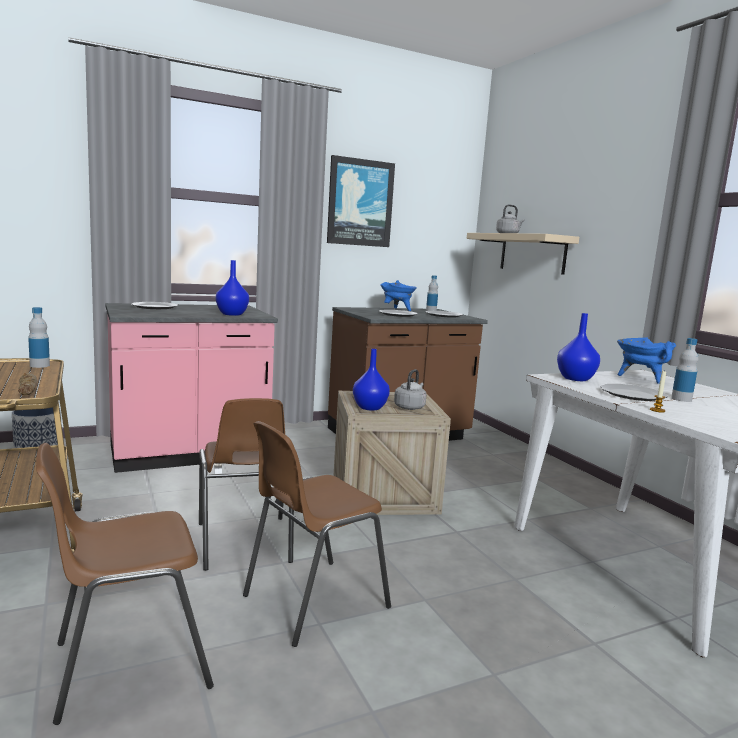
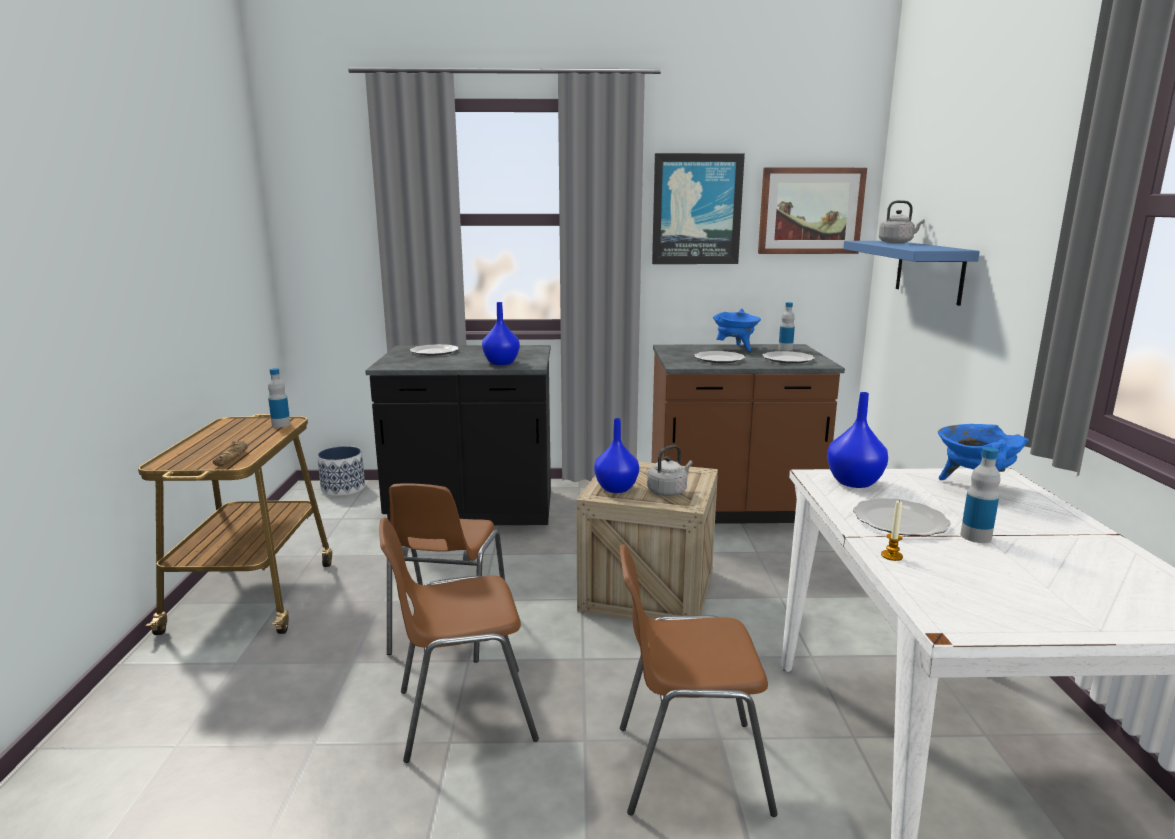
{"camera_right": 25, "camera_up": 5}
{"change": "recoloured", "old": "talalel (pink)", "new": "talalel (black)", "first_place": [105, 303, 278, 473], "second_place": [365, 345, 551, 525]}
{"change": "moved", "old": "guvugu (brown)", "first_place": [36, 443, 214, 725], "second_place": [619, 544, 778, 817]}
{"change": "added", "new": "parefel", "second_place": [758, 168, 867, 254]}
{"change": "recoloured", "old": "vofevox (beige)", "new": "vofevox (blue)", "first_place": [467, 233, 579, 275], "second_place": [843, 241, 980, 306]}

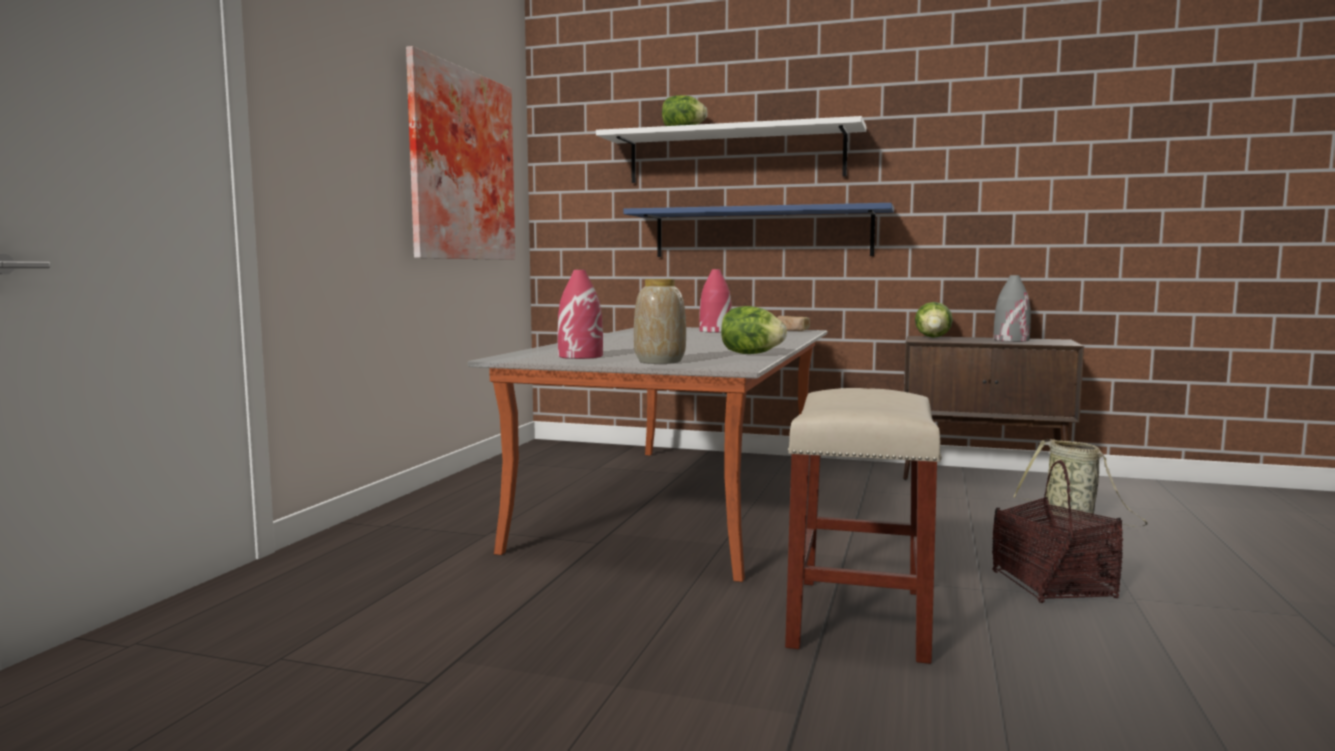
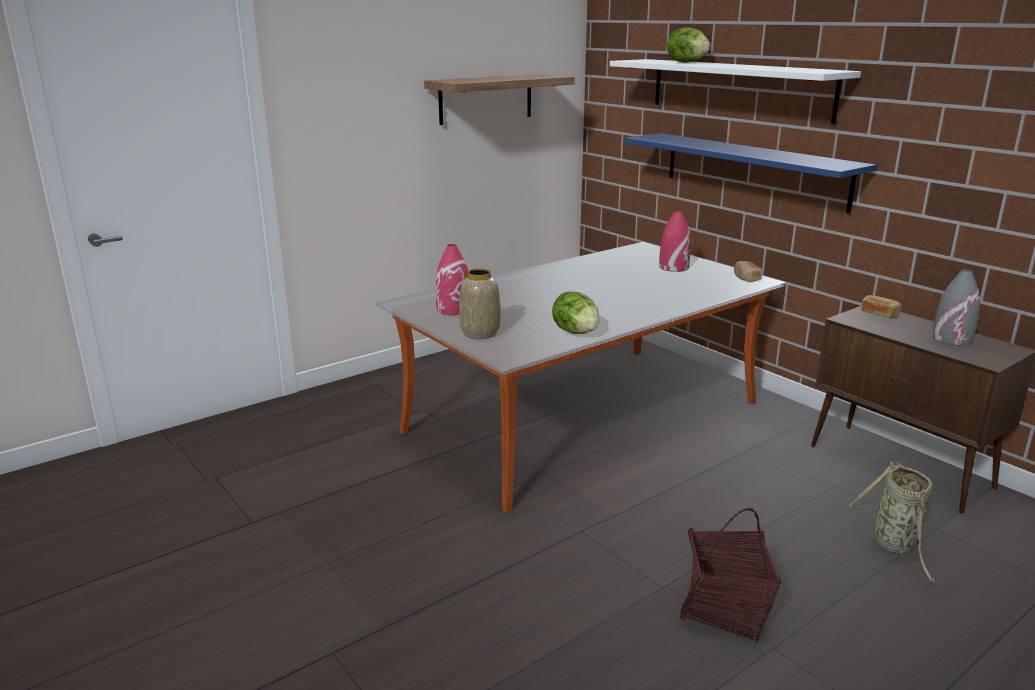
{"camera_right": 35, "camera_up": 15}
{"change": "replaced", "old": "parefel", "new": "vofevox", "first_place": [406, 46, 515, 260], "second_place": [424, 74, 575, 125]}
{"change": "replaced", "old": "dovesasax", "new": "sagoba", "first_place": [915, 302, 953, 338], "second_place": [861, 295, 902, 318]}
{"change": "removed", "old": "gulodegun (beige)", "first_place": [785, 388, 942, 664]}

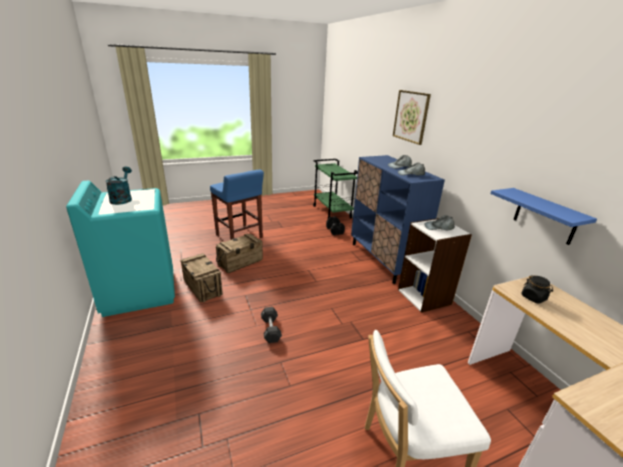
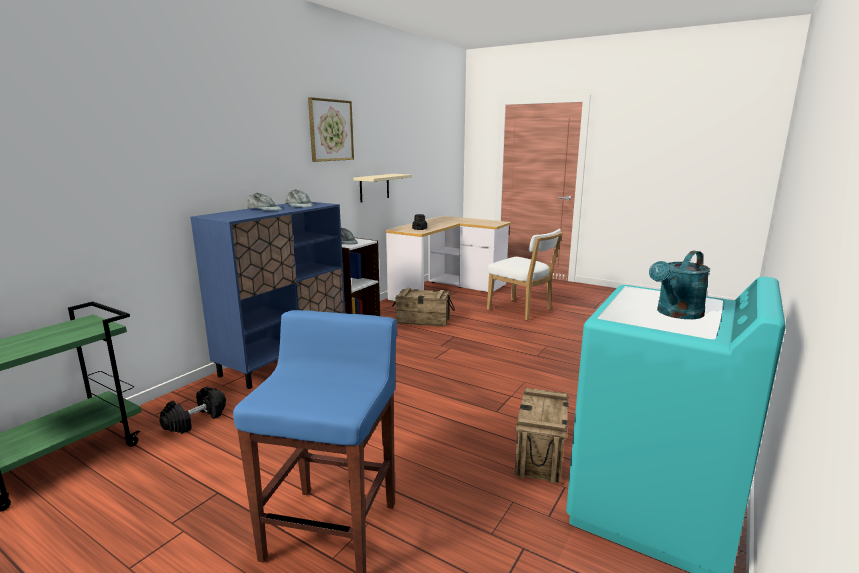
{"camera_right": -125, "camera_up": -10}
{"change": "moved", "old": "parefel", "first_place": [393, 90, 431, 145], "second_place": [308, 97, 354, 162]}
{"change": "recoloured", "old": "vofevox (blue)", "new": "vofevox (beige)", "first_place": [490, 188, 597, 245], "second_place": [353, 174, 412, 202]}
{"change": "moved", "old": "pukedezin", "first_place": [216, 234, 263, 273], "second_place": [392, 288, 455, 327]}
{"change": "removed", "old": "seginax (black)", "first_place": [261, 307, 282, 343]}

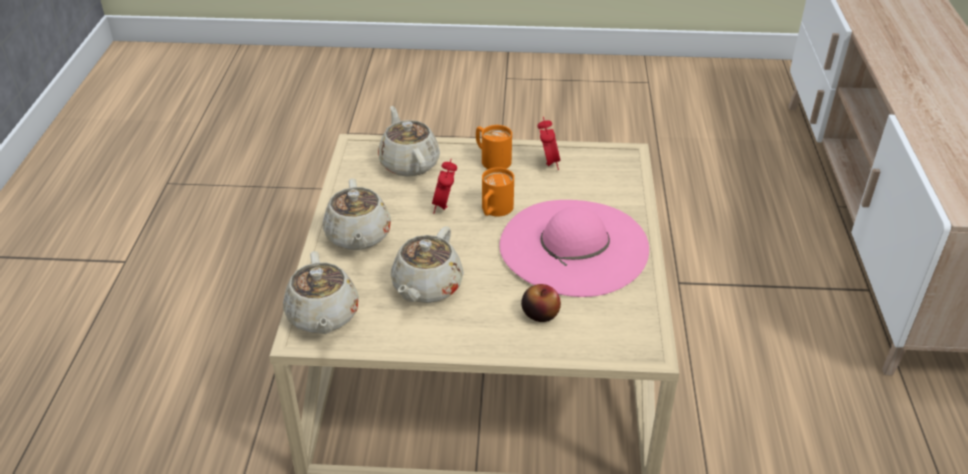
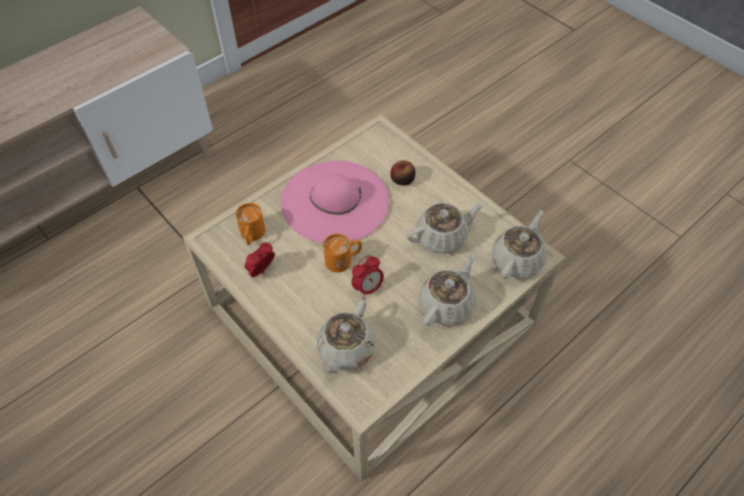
{"camera_right": -135, "camera_up": 15}
{"change": "moved", "old": "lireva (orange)", "first_place": [476, 125, 512, 169], "second_place": [236, 203, 265, 245]}

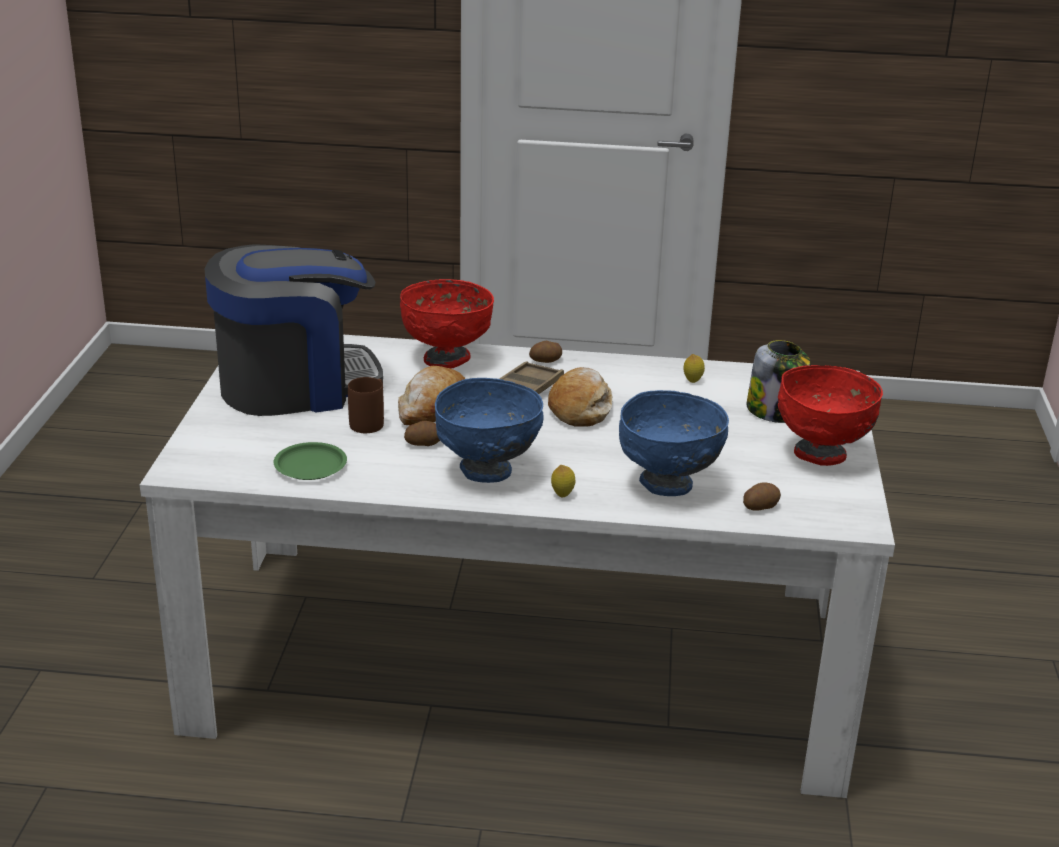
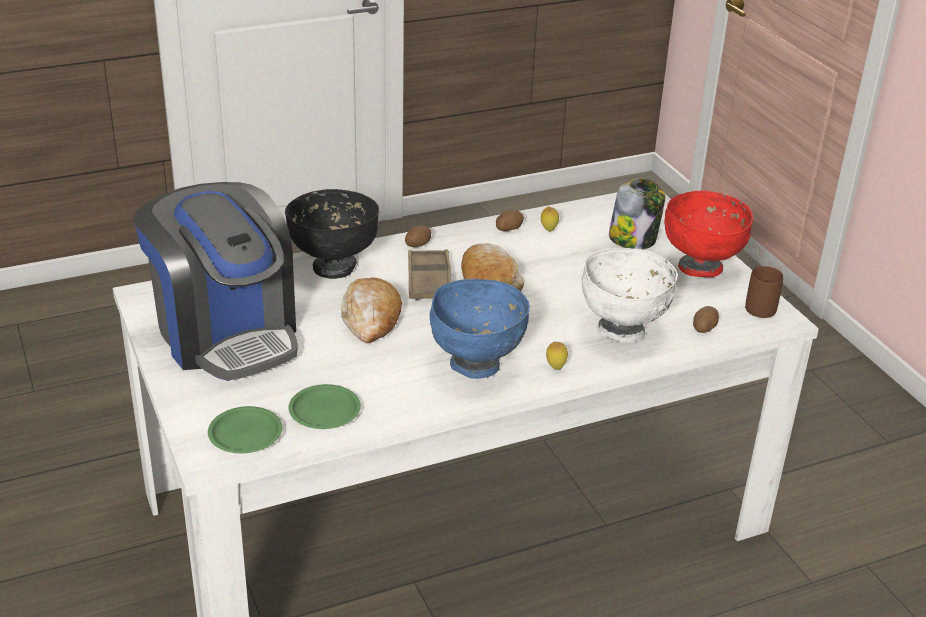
{"camera_right": -30, "camera_up": 5}
{"change": "turned", "old": "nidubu", "first_place": [204, 244, 383, 416], "second_place": [134, 182, 298, 381], "degrees": 105}
{"change": "added", "new": "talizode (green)", "second_place": [208, 406, 283, 454]}
{"change": "recoloured", "old": "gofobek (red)", "new": "gofobek (black)", "first_place": [400, 279, 494, 369], "second_place": [285, 189, 379, 279]}
{"change": "moved", "old": "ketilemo", "first_place": [404, 421, 440, 446], "second_place": [496, 209, 524, 231]}
{"change": "recoloured", "old": "gofobek (blue)", "new": "gofobek (white)", "first_place": [619, 390, 729, 496], "second_place": [581, 248, 677, 343]}
{"change": "moved", "old": "lireva (brown)", "first_place": [348, 377, 384, 433], "second_place": [745, 265, 784, 318]}

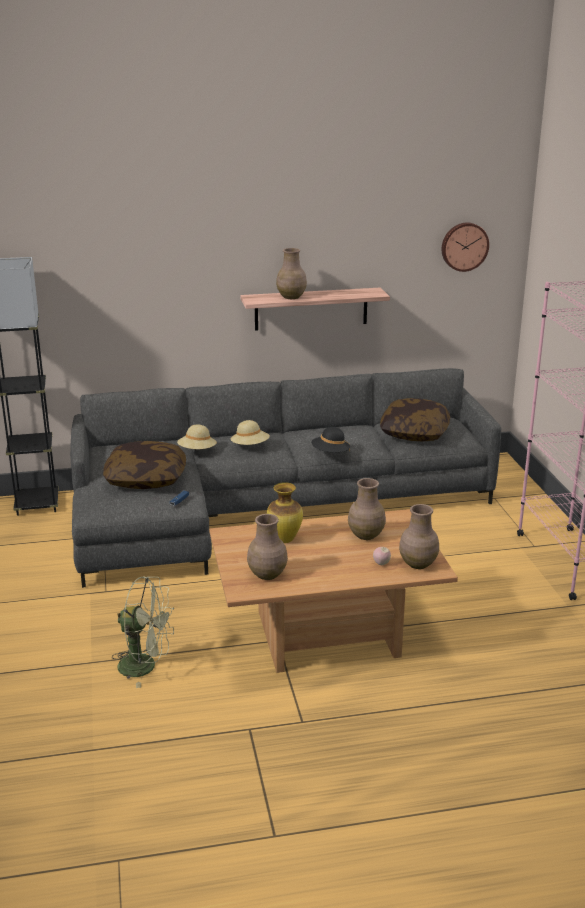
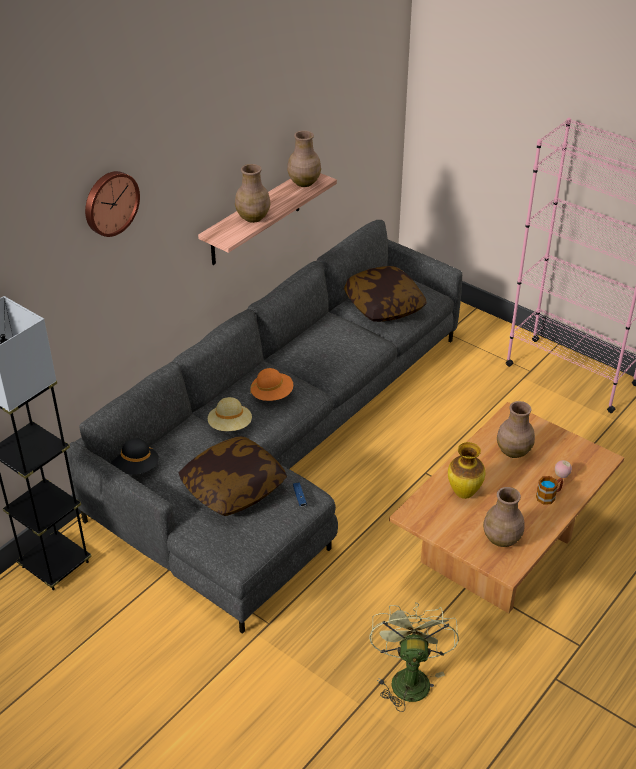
{"camera_right": -40, "camera_up": 15}
{"change": "moved", "old": "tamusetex", "first_place": [442, 223, 489, 272], "second_place": [85, 171, 140, 237]}
{"change": "moved", "old": "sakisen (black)", "first_place": [311, 427, 350, 452], "second_place": [111, 438, 159, 475]}
{"change": "recoloured", "old": "sakisen (beige)", "new": "sakisen (orange)", "first_place": [231, 420, 270, 445], "second_place": [250, 368, 293, 401]}
{"change": "moved", "old": "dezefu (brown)", "first_place": [399, 504, 439, 569], "second_place": [287, 131, 321, 187]}
{"change": "turned", "old": "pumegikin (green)", "first_place": [112, 576, 174, 688], "second_place": [369, 602, 459, 712], "degrees": -60}
{"change": "added", "new": "lireva", "second_place": [536, 476, 564, 505]}

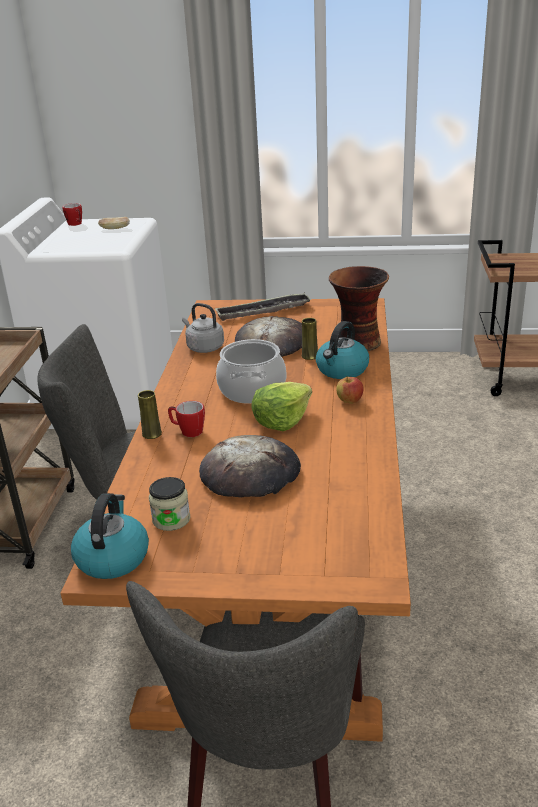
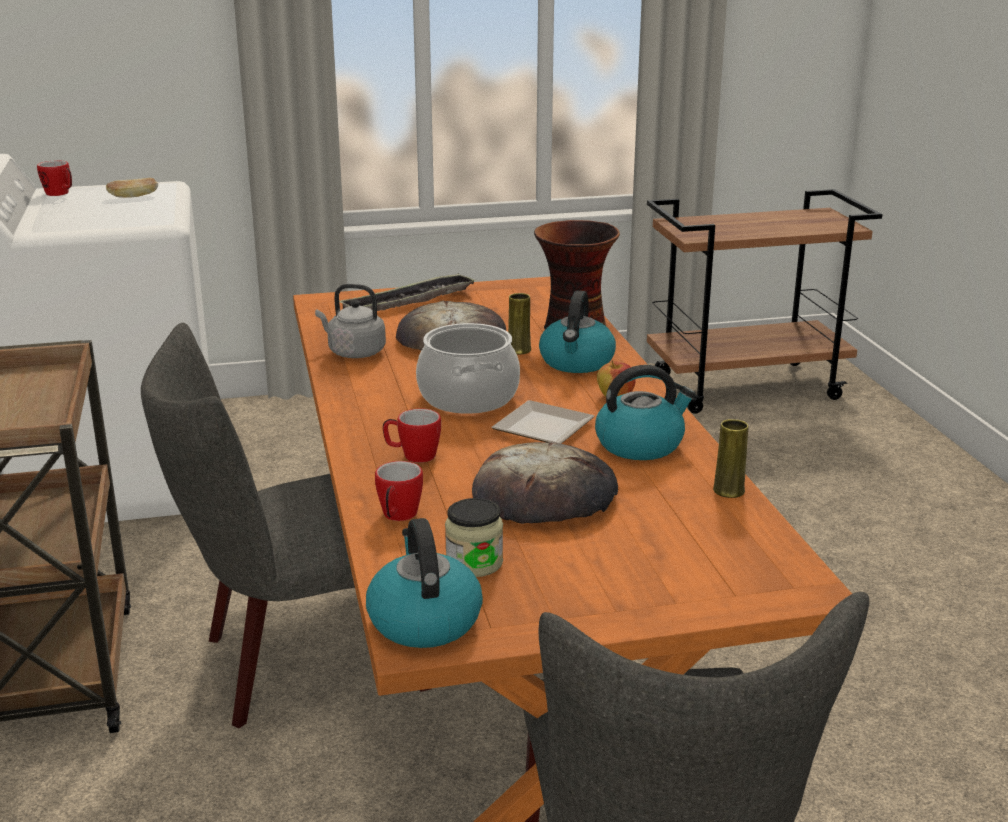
{"camera_right": -20, "camera_up": -5}
{"change": "added", "new": "lireva", "second_place": [375, 461, 423, 521]}
{"change": "replaced", "old": "dovesasax", "new": "talizode", "first_place": [251, 382, 312, 431], "second_place": [491, 400, 594, 444]}
{"change": "added", "new": "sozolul", "second_place": [595, 365, 696, 460]}
{"change": "moved", "old": "dezefu (yellow)", "first_place": [138, 390, 162, 439], "second_place": [713, 419, 749, 498]}

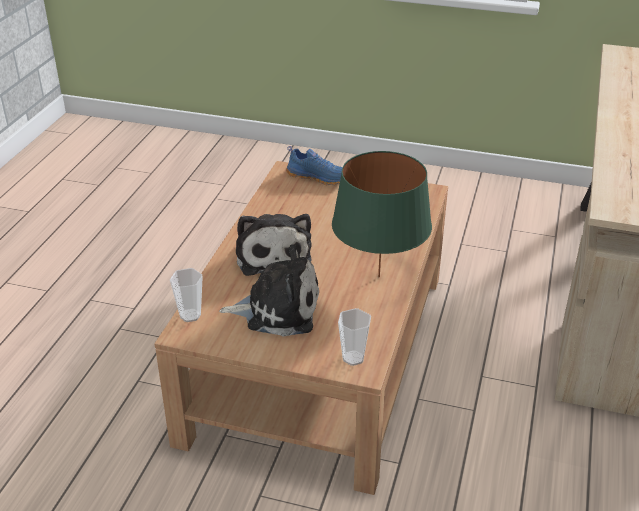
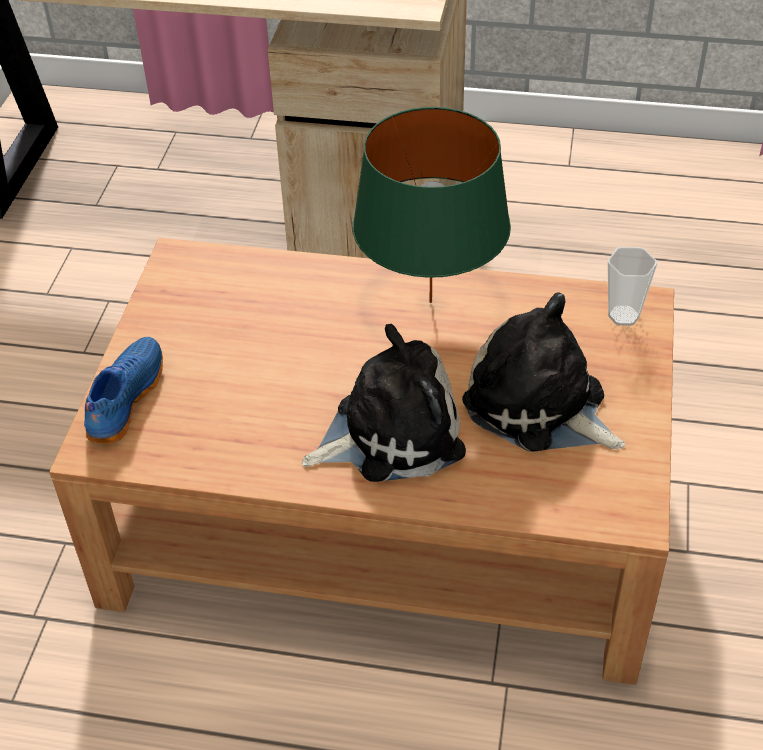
{"camera_right": -95, "camera_up": 10}
{"change": "turned", "old": "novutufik", "first_place": [219, 244, 319, 336], "second_place": [462, 292, 625, 452], "degrees": -45}
{"change": "removed", "old": "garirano", "first_place": [170, 268, 203, 322]}

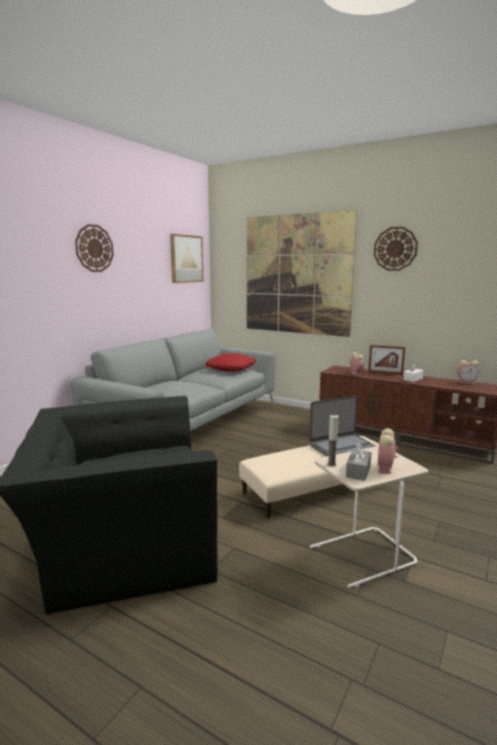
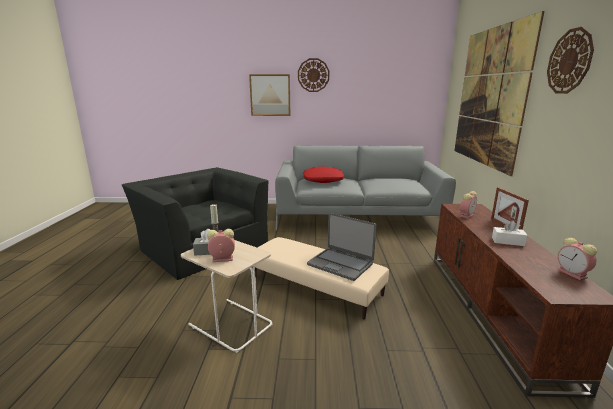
{"camera_right": 60, "camera_up": 5}
{"change": "moved", "old": "parefel", "first_place": [170, 234, 204, 283], "second_place": [249, 74, 290, 116]}
{"change": "moved", "old": "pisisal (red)", "first_place": [206, 353, 256, 372], "second_place": [304, 167, 344, 183]}

